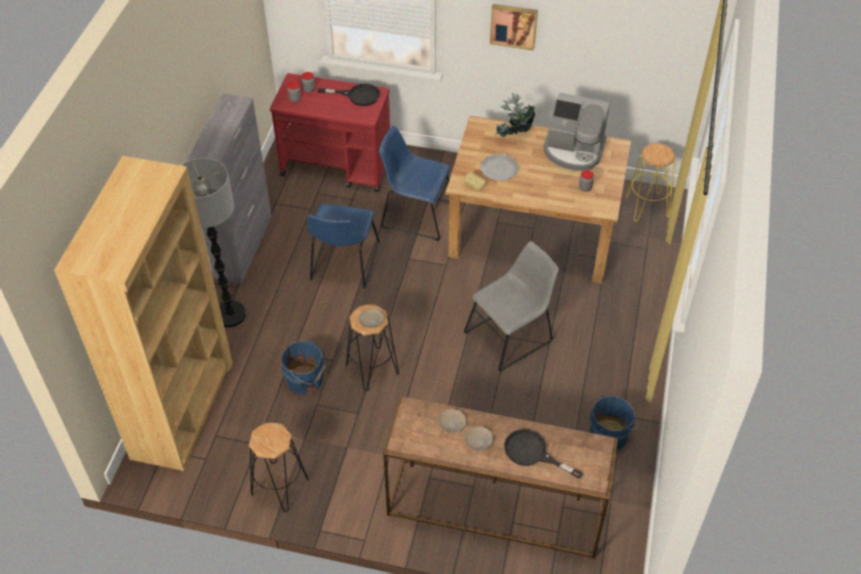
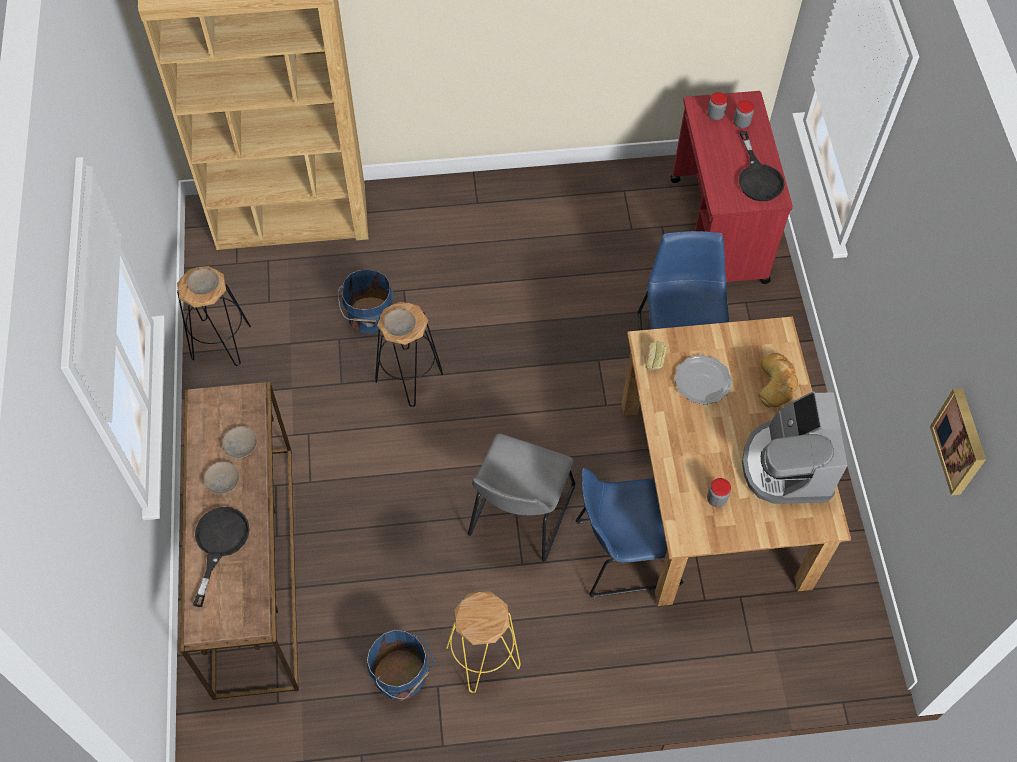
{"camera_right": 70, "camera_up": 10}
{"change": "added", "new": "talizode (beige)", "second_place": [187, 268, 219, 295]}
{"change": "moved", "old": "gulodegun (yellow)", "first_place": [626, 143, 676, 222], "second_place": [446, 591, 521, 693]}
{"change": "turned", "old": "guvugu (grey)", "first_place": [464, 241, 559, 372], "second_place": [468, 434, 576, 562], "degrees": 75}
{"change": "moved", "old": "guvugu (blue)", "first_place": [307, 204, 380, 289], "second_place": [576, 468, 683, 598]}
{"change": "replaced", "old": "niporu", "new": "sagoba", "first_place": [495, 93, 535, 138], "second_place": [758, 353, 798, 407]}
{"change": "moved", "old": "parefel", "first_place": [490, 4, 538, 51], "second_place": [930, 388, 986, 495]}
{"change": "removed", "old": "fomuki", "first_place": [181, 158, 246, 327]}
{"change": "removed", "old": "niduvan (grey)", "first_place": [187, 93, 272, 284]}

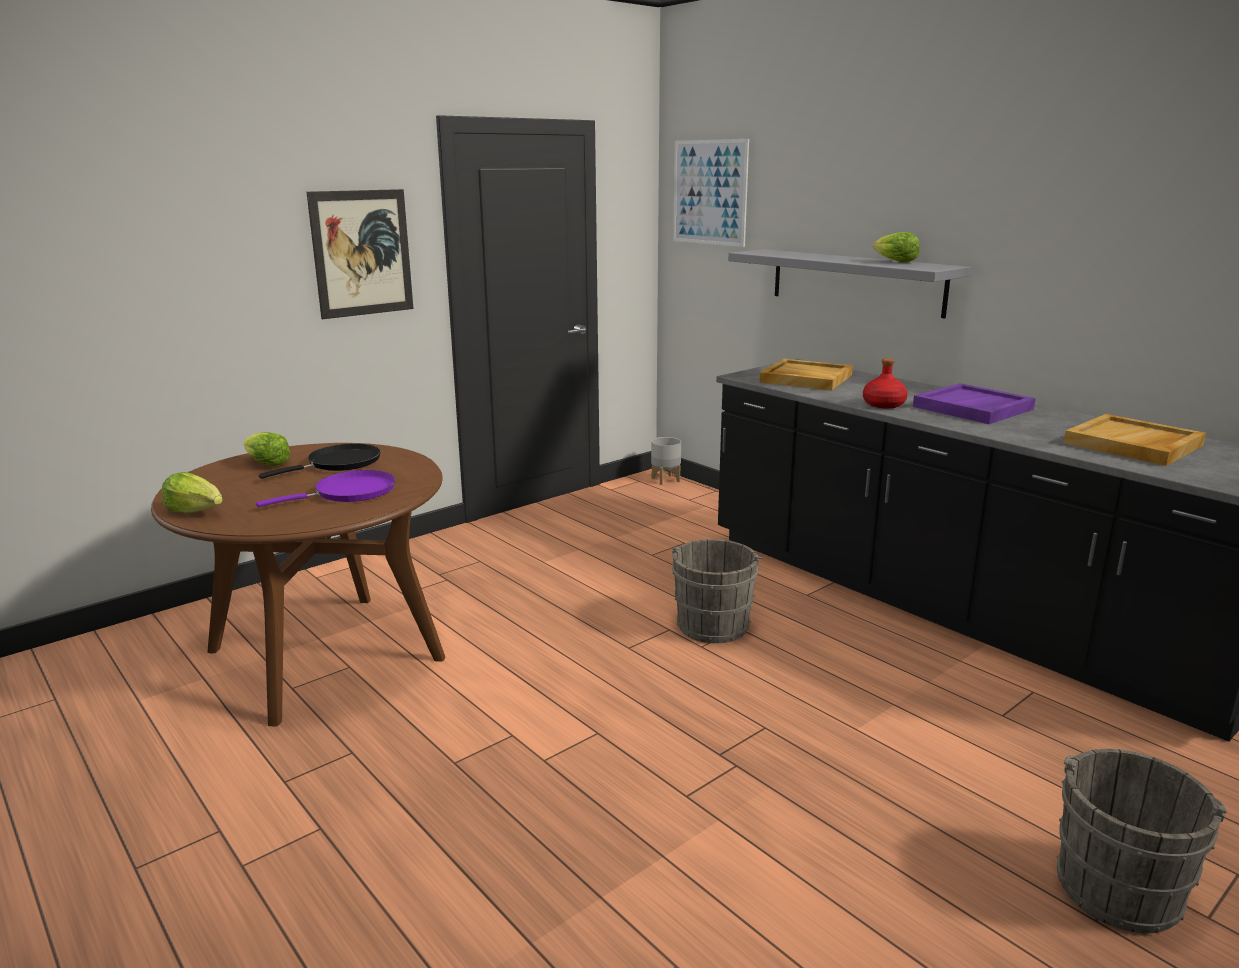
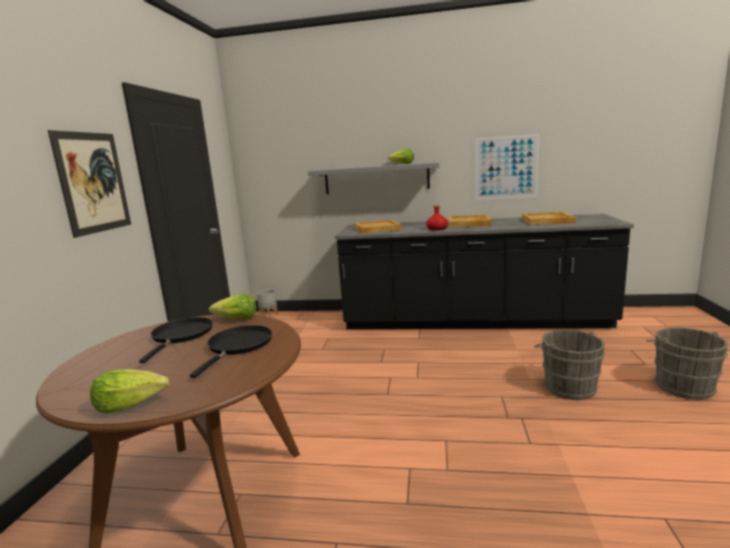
{"camera_right": -40, "camera_up": -5}
{"change": "recoloured", "old": "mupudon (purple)", "new": "mupudon (black)", "first_place": [256, 470, 395, 507], "second_place": [190, 325, 272, 378]}
{"change": "moved", "old": "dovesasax", "first_place": [244, 432, 291, 466], "second_place": [209, 294, 256, 319]}
{"change": "recoloured", "old": "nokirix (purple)", "new": "nokirix (beige)", "first_place": [913, 383, 1036, 424], "second_place": [449, 215, 491, 228]}
{"change": "moved", "old": "parefel", "first_place": [673, 139, 749, 247], "second_place": [475, 134, 539, 200]}
{"change": "moved", "old": "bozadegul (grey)", "first_place": [672, 539, 762, 643], "second_place": [534, 330, 606, 400]}

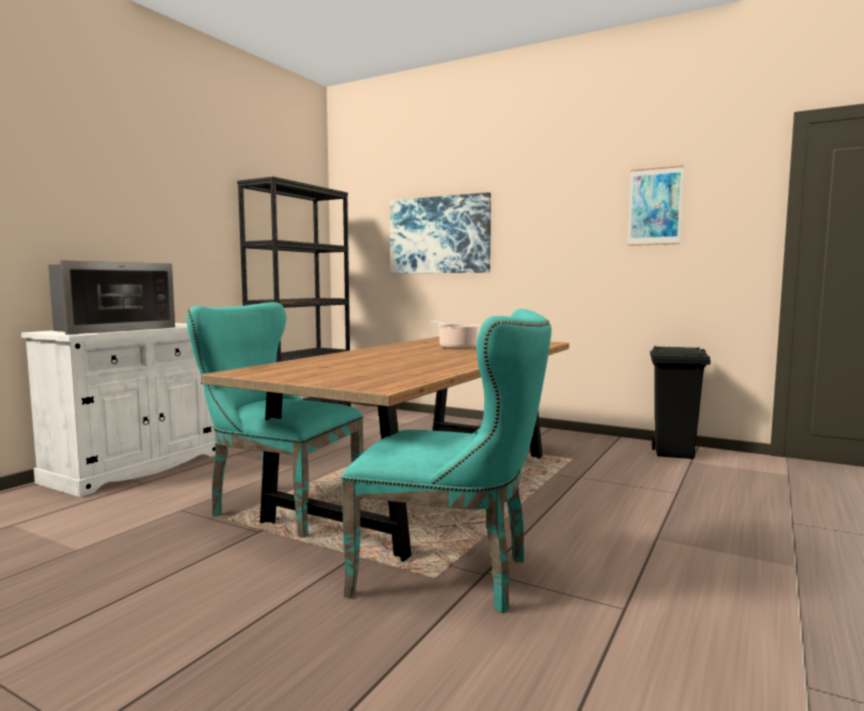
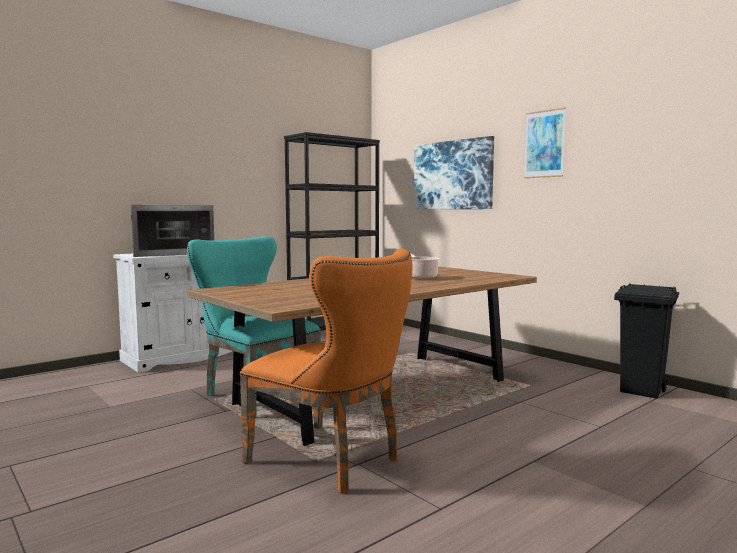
{"camera_right": 20, "camera_up": 0}
{"change": "recoloured", "old": "guvugu (turquoise)", "new": "guvugu (orange)", "first_place": [341, 309, 551, 613], "second_place": [240, 248, 412, 494]}
{"change": "moved", "old": "parefel", "first_place": [628, 165, 684, 246], "second_place": [524, 108, 566, 178]}

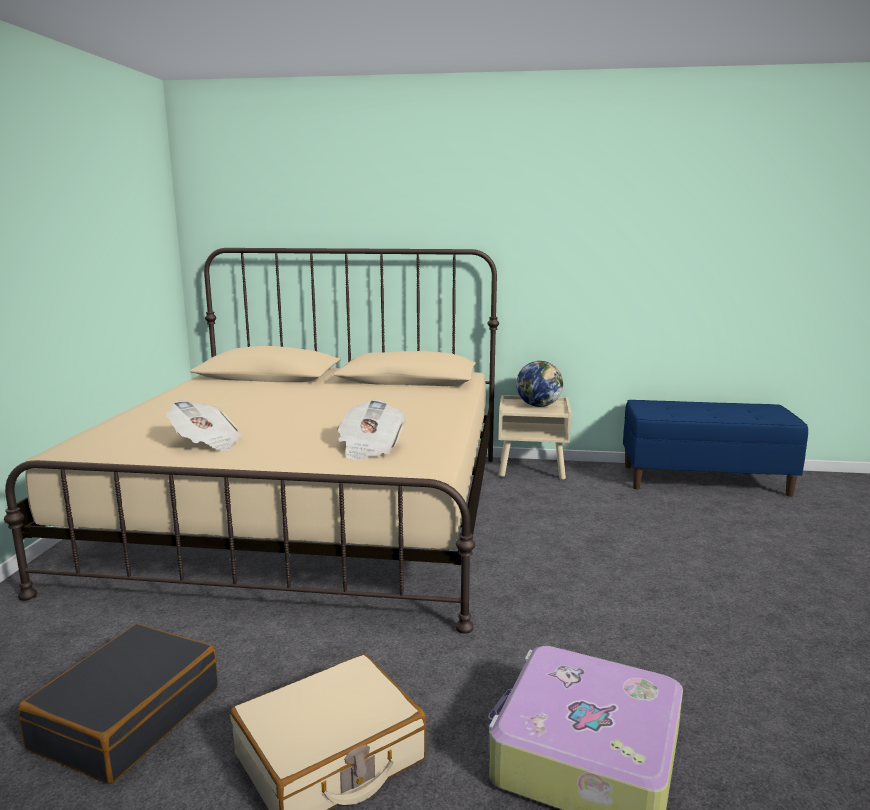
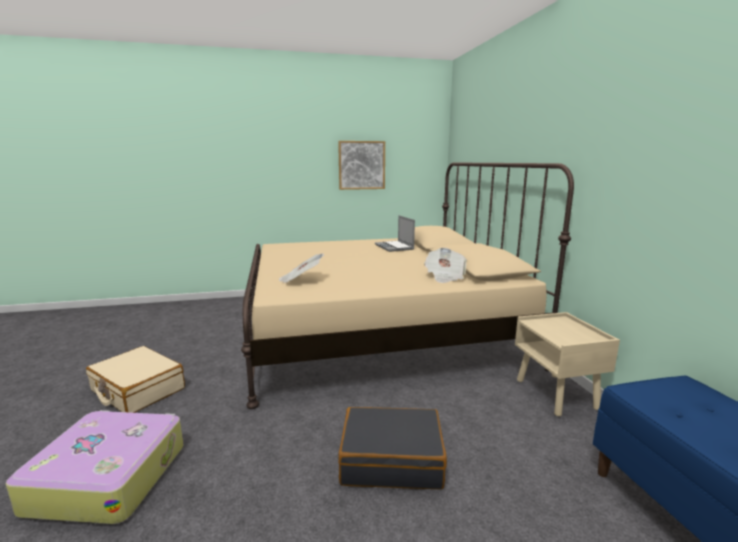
{"camera_right": 70, "camera_up": 0}
{"change": "added", "new": "parefel", "second_place": [338, 141, 385, 190]}
{"change": "moved", "old": "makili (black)", "first_place": [18, 624, 218, 784], "second_place": [338, 407, 447, 489]}
{"change": "added", "new": "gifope", "second_place": [375, 215, 415, 252]}
{"change": "moved", "old": "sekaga", "first_place": [166, 401, 242, 451], "second_place": [424, 248, 467, 283]}
{"change": "removed", "old": "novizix", "first_place": [516, 361, 563, 407]}

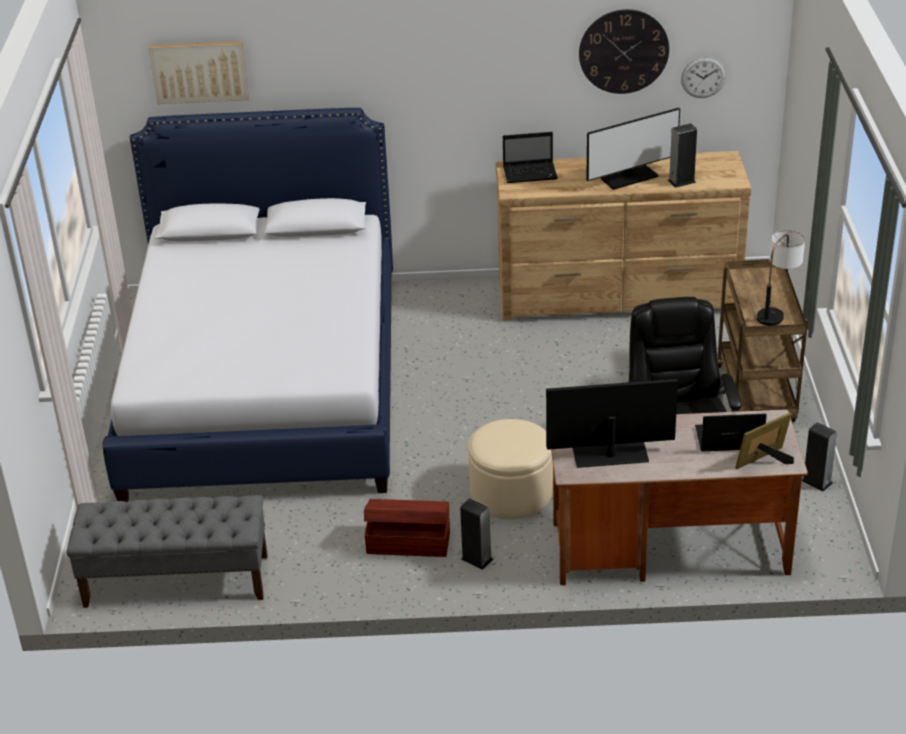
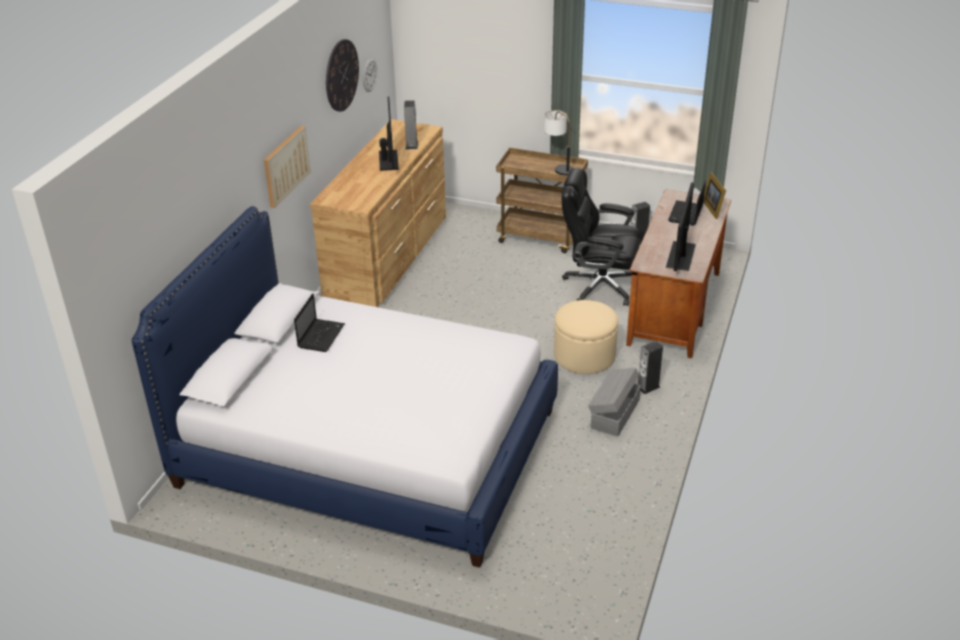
{"camera_right": -70, "camera_up": 0}
{"change": "moved", "old": "parefel", "first_place": [149, 41, 249, 104], "second_place": [264, 126, 311, 208]}
{"change": "moved", "old": "gifope", "first_place": [503, 132, 558, 183], "second_place": [294, 293, 345, 352]}
{"change": "recoloured", "old": "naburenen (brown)", "new": "naburenen (grey)", "first_place": [364, 499, 450, 557], "second_place": [588, 368, 641, 436]}
{"change": "removed", "old": "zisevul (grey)", "first_place": [67, 495, 268, 608]}

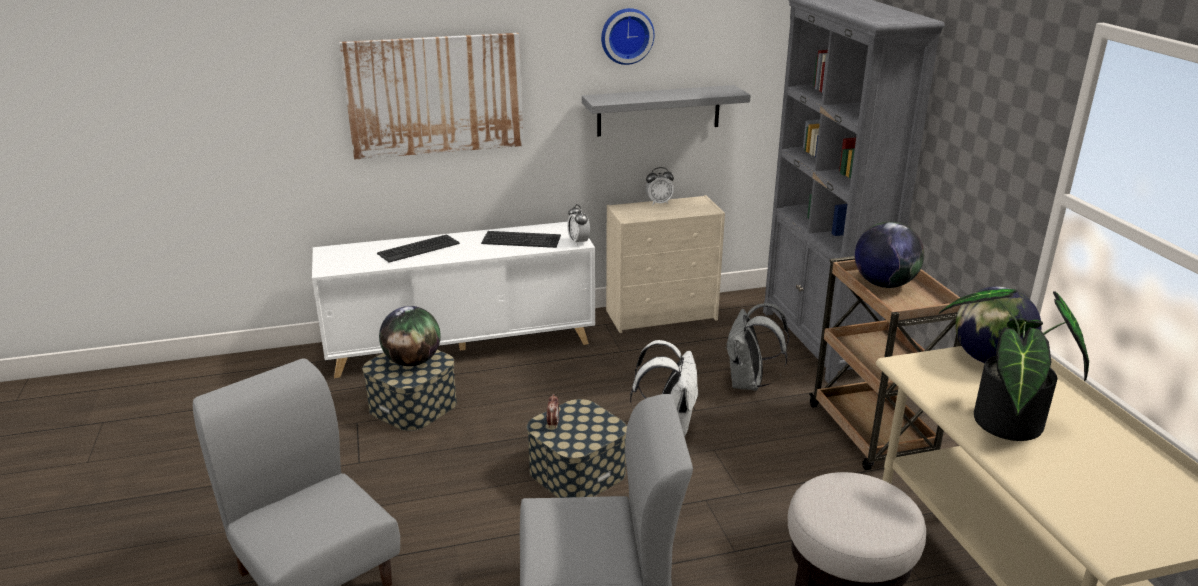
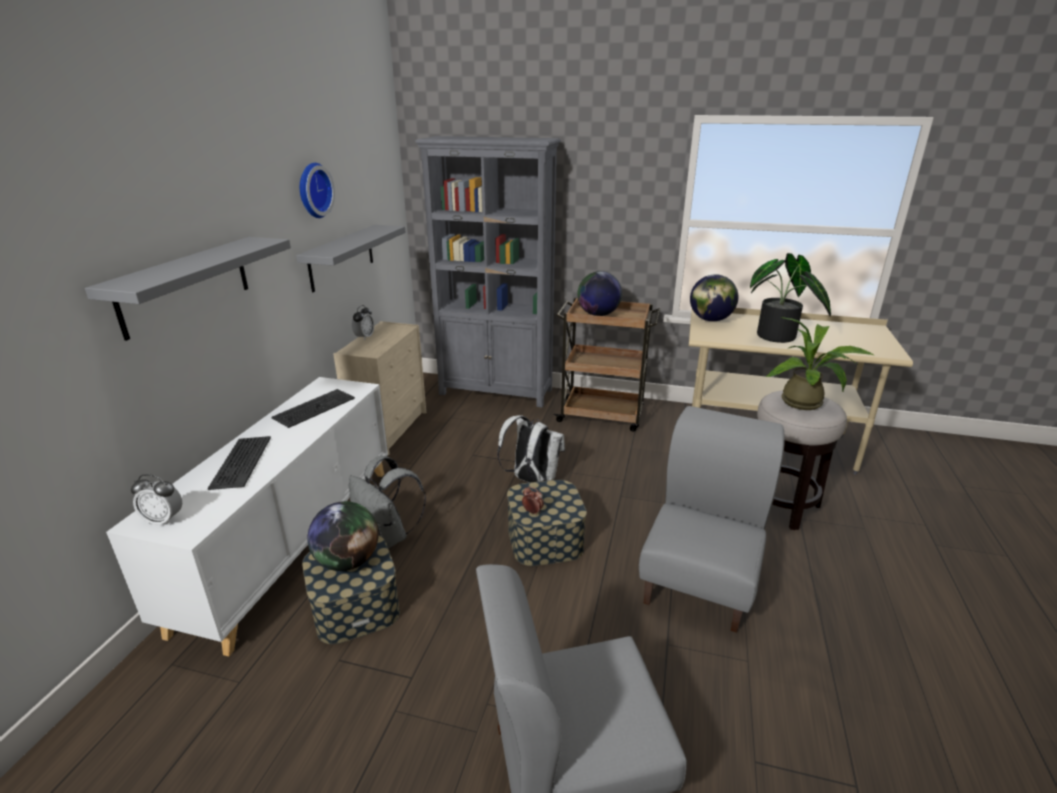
{"camera_right": -60, "camera_up": 0}
{"change": "replaced", "old": "parefel", "new": "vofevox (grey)", "first_place": [339, 33, 524, 160], "second_place": [85, 237, 291, 341]}
{"change": "moved", "old": "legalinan", "first_place": [567, 204, 590, 246], "second_place": [131, 474, 182, 526]}
{"change": "moved", "old": "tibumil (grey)", "first_place": [725, 303, 789, 391], "second_place": [349, 456, 426, 549]}
{"change": "added", "new": "niporu", "second_place": [765, 317, 875, 410]}

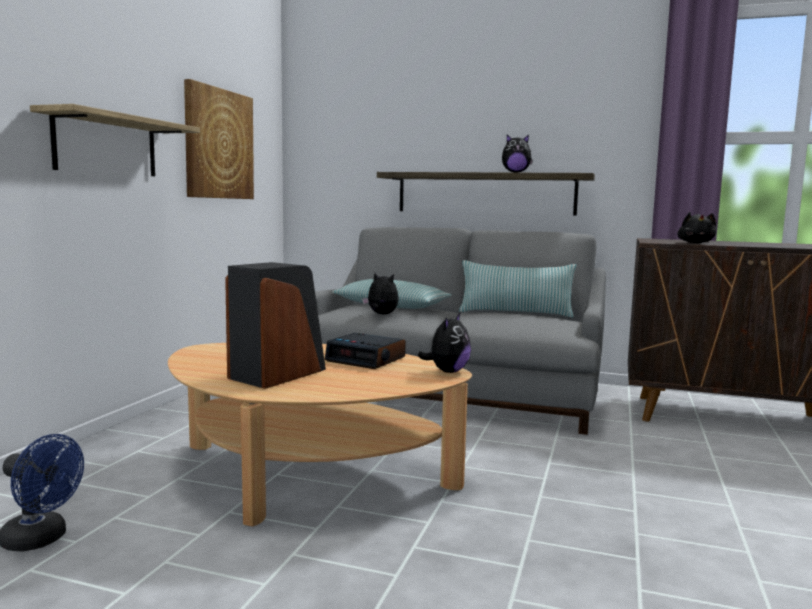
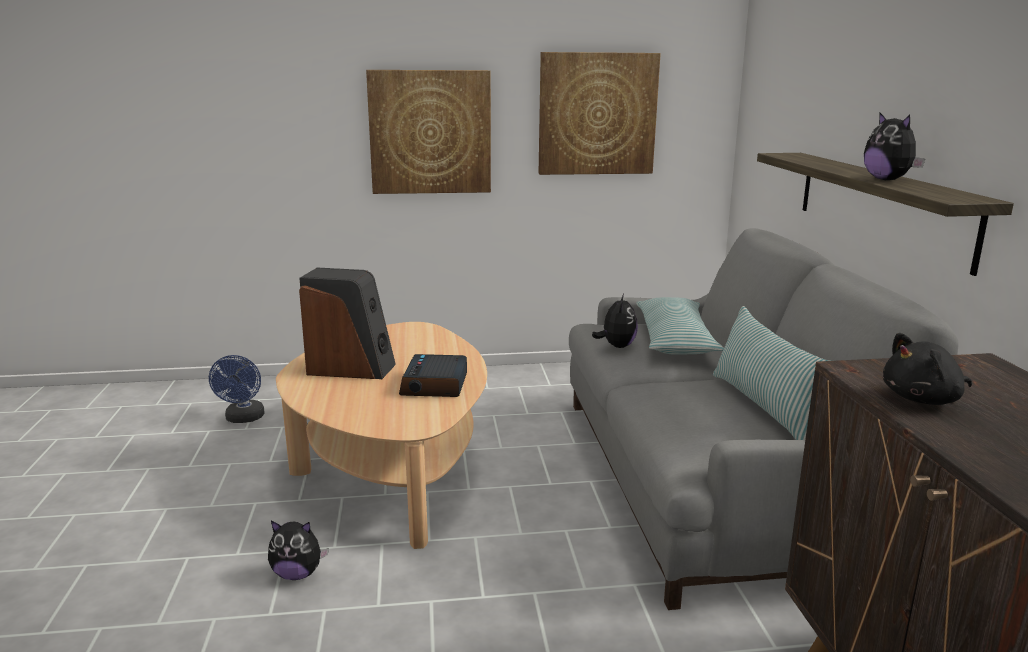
{"camera_right": 65, "camera_up": 10}
{"change": "moved", "old": "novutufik", "first_place": [418, 313, 471, 373], "second_place": [268, 521, 329, 580]}
{"change": "replaced", "old": "vofevox", "new": "parefel", "first_place": [30, 104, 200, 176], "second_place": [366, 70, 491, 194]}

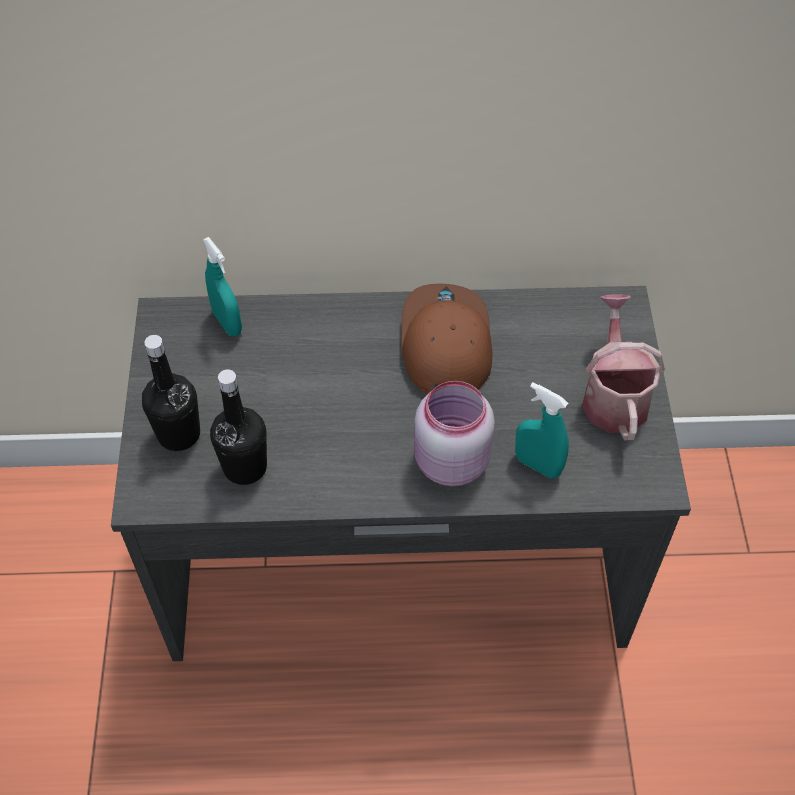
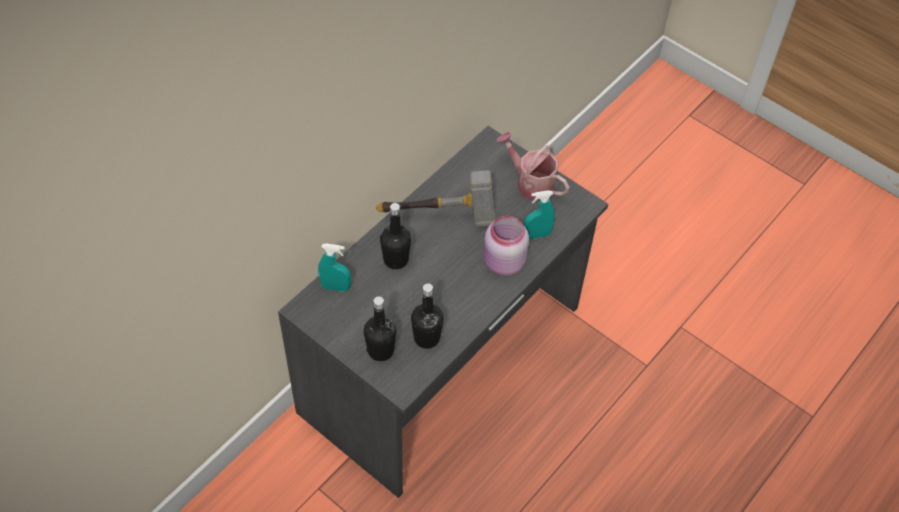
{"camera_right": -50, "camera_up": 0}
{"change": "replaced", "old": "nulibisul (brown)", "new": "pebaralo", "first_place": [401, 283, 492, 394], "second_place": [375, 170, 495, 227]}
{"change": "added", "new": "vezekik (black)", "second_place": [380, 203, 411, 269]}

